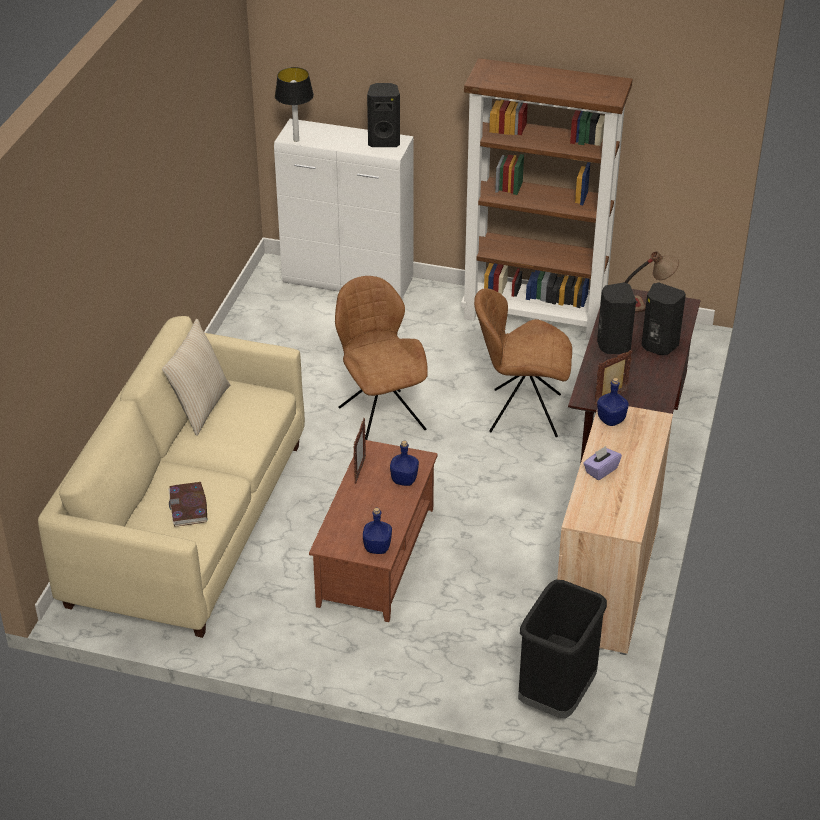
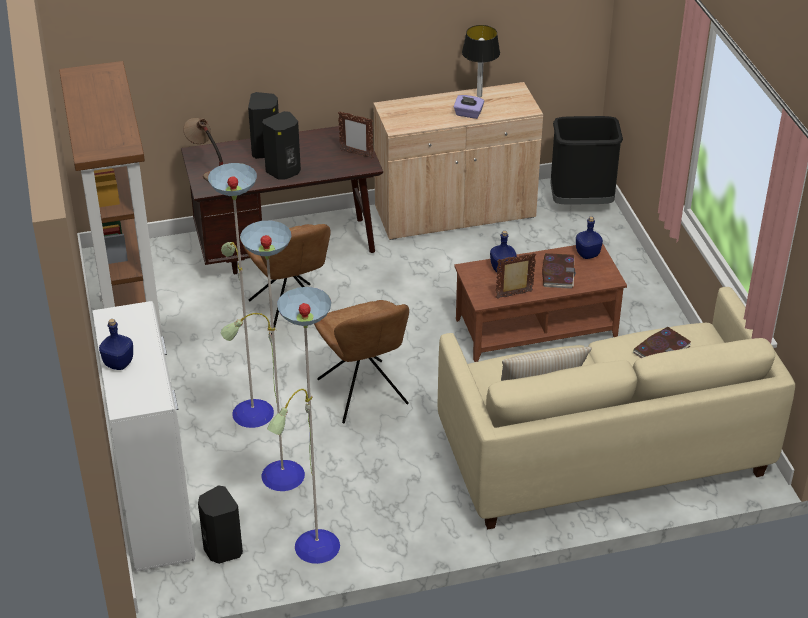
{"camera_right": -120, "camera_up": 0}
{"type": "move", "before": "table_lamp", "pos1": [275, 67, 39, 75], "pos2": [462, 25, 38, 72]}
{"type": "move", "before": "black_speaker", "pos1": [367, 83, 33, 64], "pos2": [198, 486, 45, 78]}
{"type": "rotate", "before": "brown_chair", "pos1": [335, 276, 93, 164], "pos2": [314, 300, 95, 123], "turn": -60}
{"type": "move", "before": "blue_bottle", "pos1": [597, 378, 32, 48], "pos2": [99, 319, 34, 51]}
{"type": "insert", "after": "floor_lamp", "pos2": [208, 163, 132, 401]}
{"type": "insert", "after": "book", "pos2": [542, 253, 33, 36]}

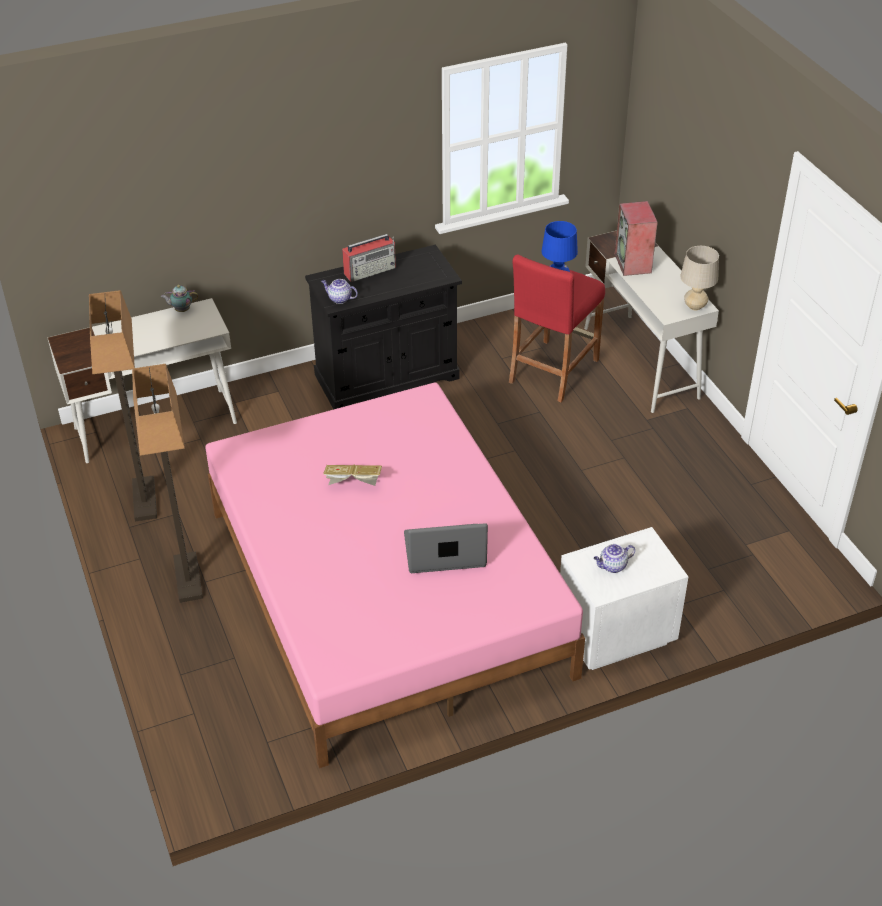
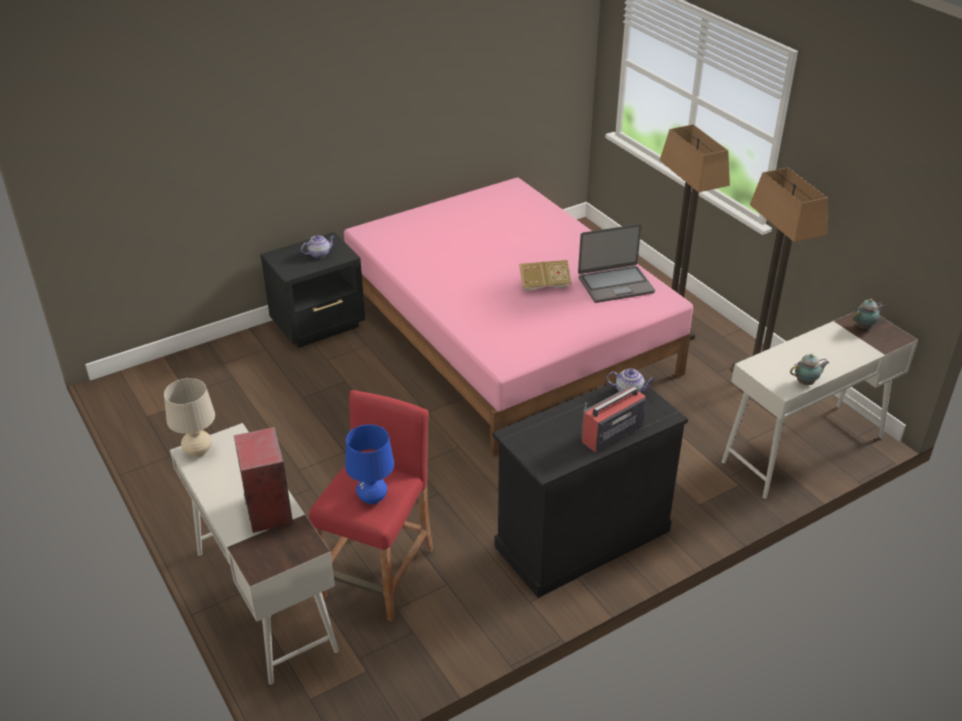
{"camera_right": 170, "camera_up": -5}
{"type": "move", "before": "laptop", "pos1": [404, 523, 84, 50], "pos2": [578, 224, 77, 79]}
{"type": "recolor", "before": "white_nightstand", "after": "black_nightstand", "pos1": [560, 527, 128, 143], "pos2": [261, 232, 104, 116]}
{"type": "insert", "after": "teapot", "pos2": [853, 299, 31, 30]}

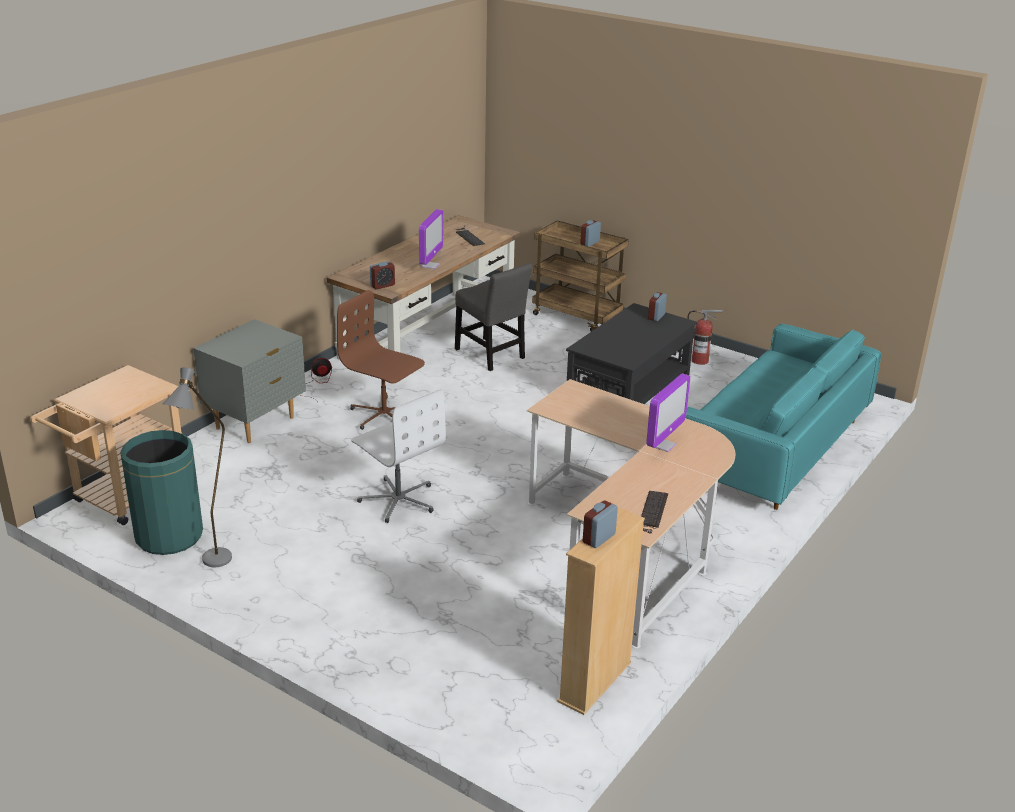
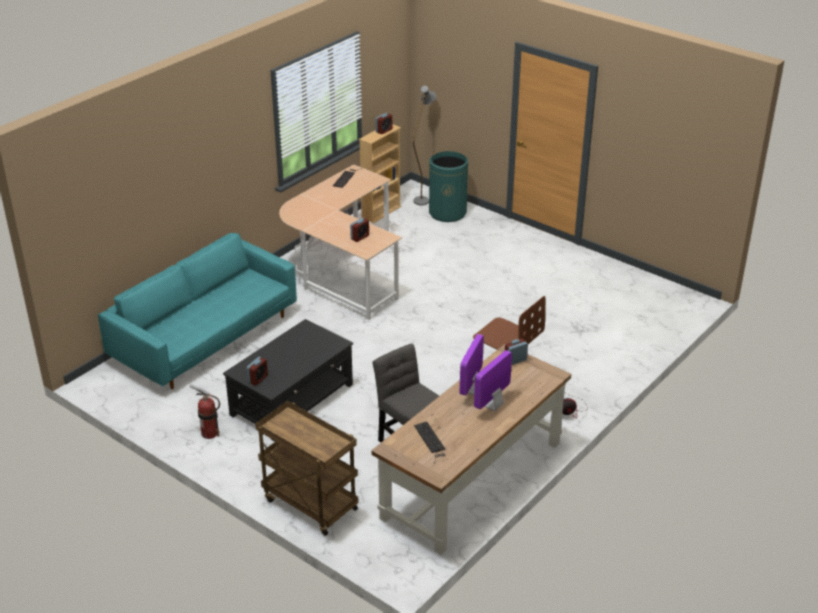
{"camera_right": -175, "camera_up": 5}
{"type": "move", "before": "alarm_clock", "pos1": [580, 220, 21, 26], "pos2": [350, 218, 19, 24]}
{"type": "delete", "before": "grey_nightstand", "pos1": [193, 319, 113, 124]}
{"type": "delete", "before": "beige_cart", "pos1": [30, 365, 152, 160]}
{"type": "move", "before": "grey_floor_lamp", "pos1": [163, 367, 69, 200], "pos2": [413, 86, 23, 119]}
{"type": "move", "before": "monitor", "pos1": [646, 373, 44, 79], "pos2": [474, 350, 38, 61]}
{"type": "delete", "before": "white_office_chair", "pos1": [351, 389, 95, 134]}
{"type": "move", "before": "green_trash_can", "pos1": [120, 430, 83, 125], "pos2": [429, 151, 39, 71]}

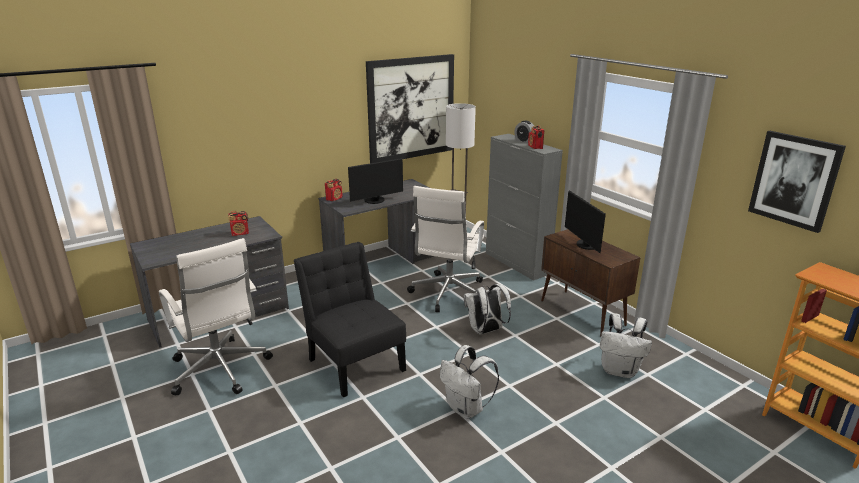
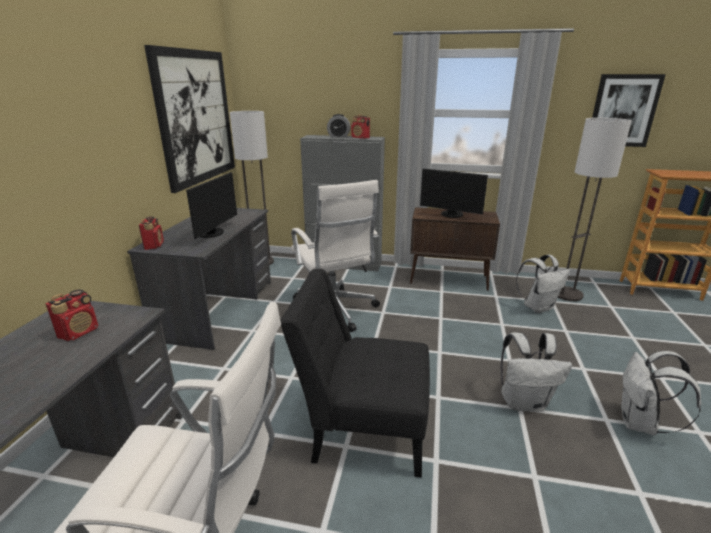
{"camera_right": -45, "camera_up": 0}
{"type": "move", "before": "white_backpack", "pos1": [464, 284, 47, 50], "pos2": [621, 351, 80, 84]}
{"type": "insert", "after": "floor_lamp", "pos2": [558, 118, 74, 183]}

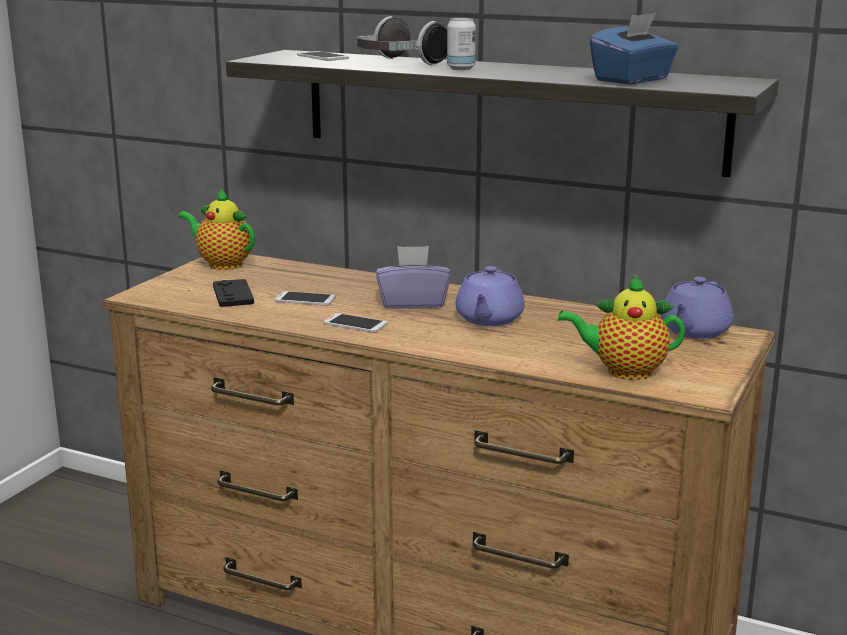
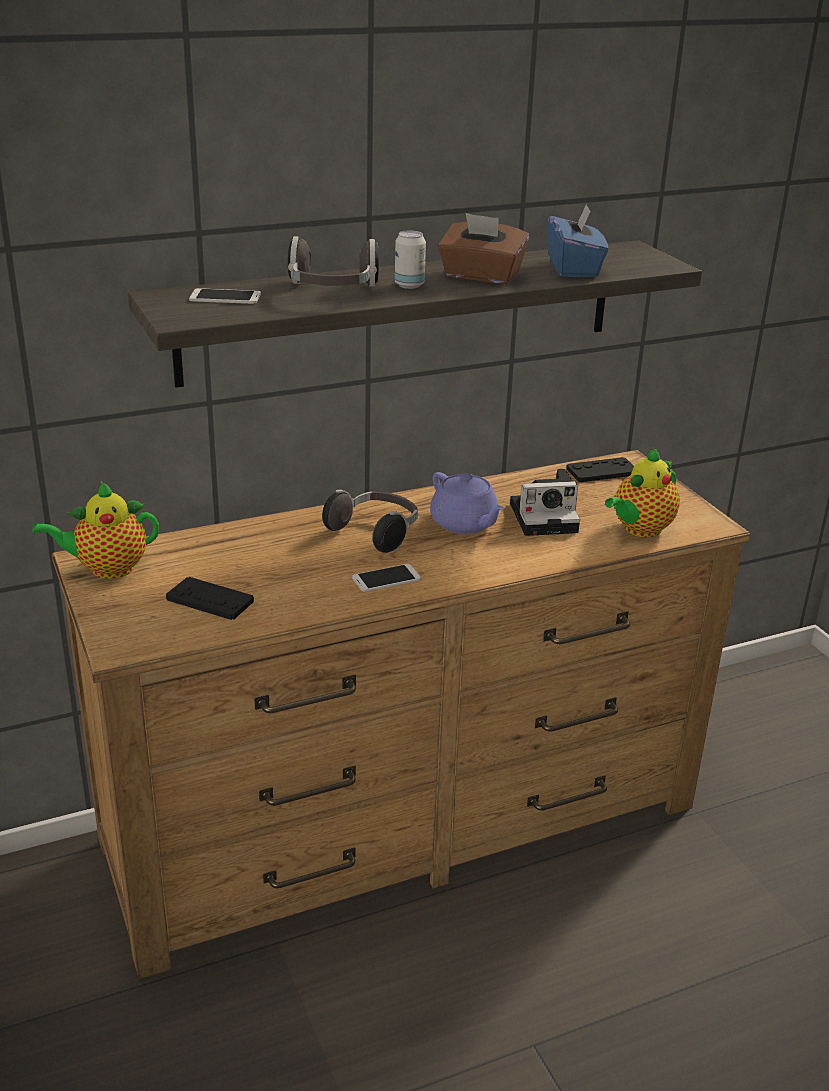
{"camera_right": -50, "camera_up": 10}
{"type": "replace", "before": "purple_tissue_box", "after": "headphones", "pos1": [376, 246, 75, 62], "pos2": [322, 489, 96, 64]}
{"type": "replace", "before": "purple_teapot", "after": "black_game_controller", "pos1": [661, 277, 73, 62], "pos2": [566, 457, 68, 25]}
{"type": "delete", "before": "phone", "pos1": [275, 291, 61, 15]}
{"type": "insert", "after": "brown_tissue_box", "pos2": [438, 213, 91, 71]}
{"type": "insert", "after": "photo_camera", "pos2": [510, 469, 70, 67]}

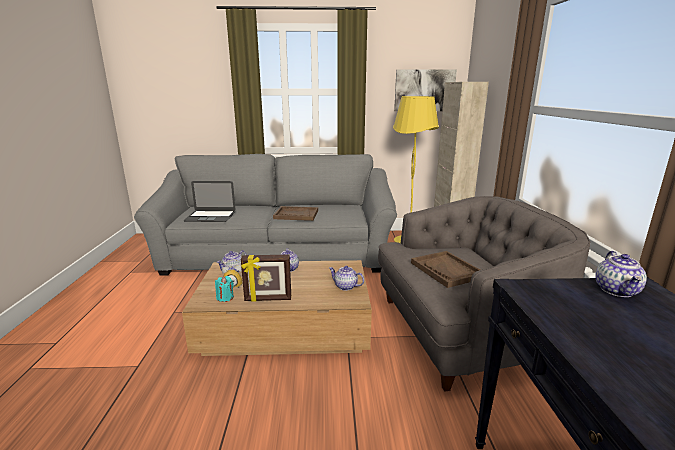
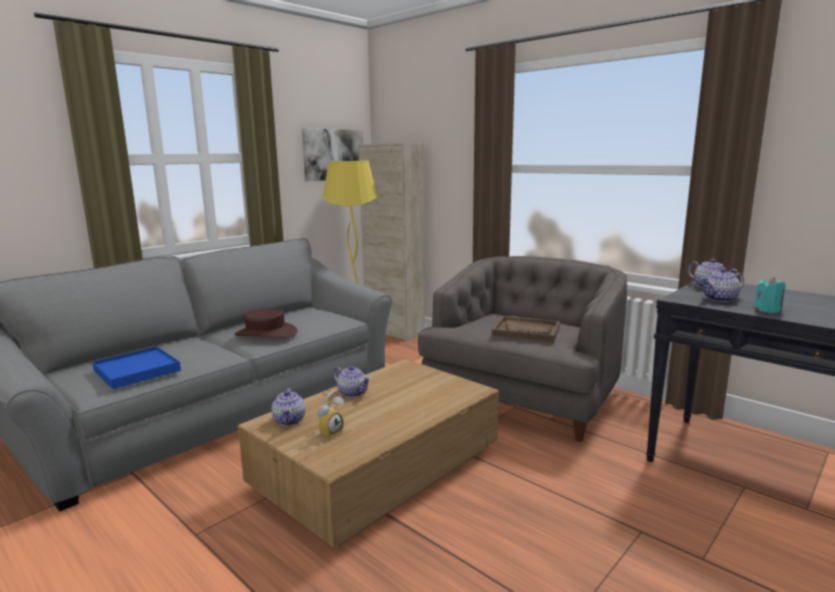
{"camera_right": -45, "camera_up": -5}
{"type": "replace", "before": "laptop", "after": "blue_tray", "pos1": [183, 181, 52, 41], "pos2": [92, 347, 89, 42]}
{"type": "replace", "before": "brown_tray", "after": "brown_hat", "pos1": [273, 206, 45, 15], "pos2": [235, 310, 62, 28]}
{"type": "delete", "before": "picture_frame", "pos1": [241, 254, 50, 48]}
{"type": "move", "before": "teapot", "pos1": [329, 266, 35, 25], "pos2": [701, 268, 43, 34]}
{"type": "move", "before": "turquoise_candle", "pos1": [215, 276, 19, 26], "pos2": [754, 277, 32, 36]}

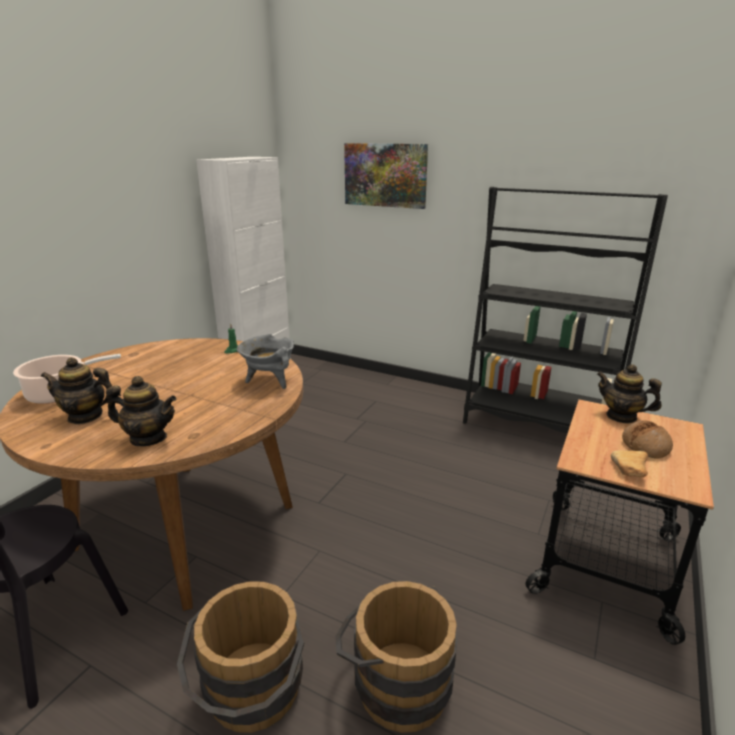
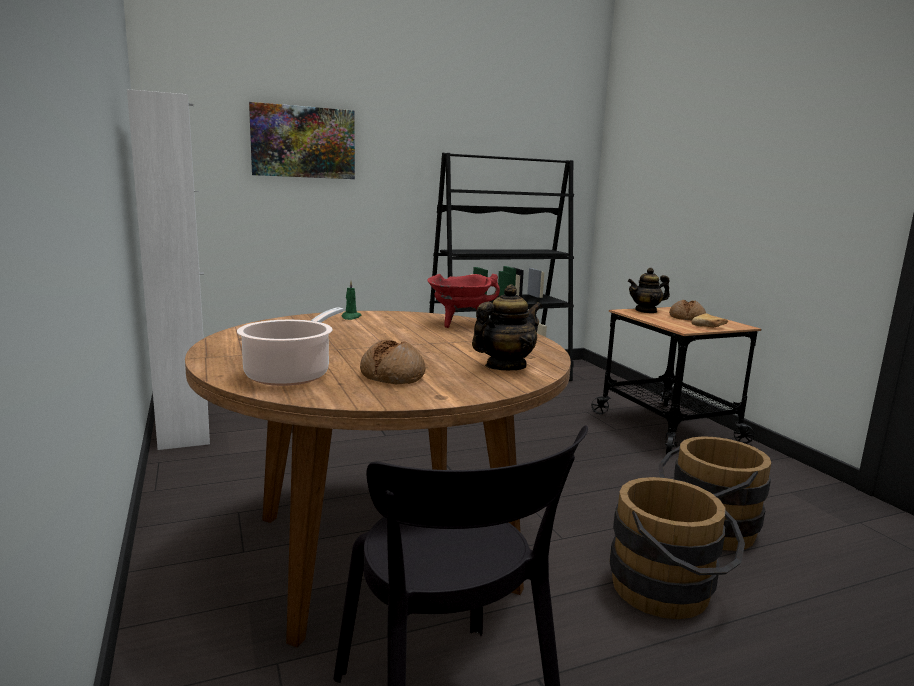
{"camera_right": -50, "camera_up": -10}
{"type": "recolor", "before": "grey_cooking_pot", "after": "red_cooking_pot", "pos1": [237, 334, 57, 55], "pos2": [427, 274, 73, 54]}
{"type": "replace", "before": "teapot", "after": "bread", "pos1": [41, 357, 71, 67], "pos2": [360, 340, 65, 44]}

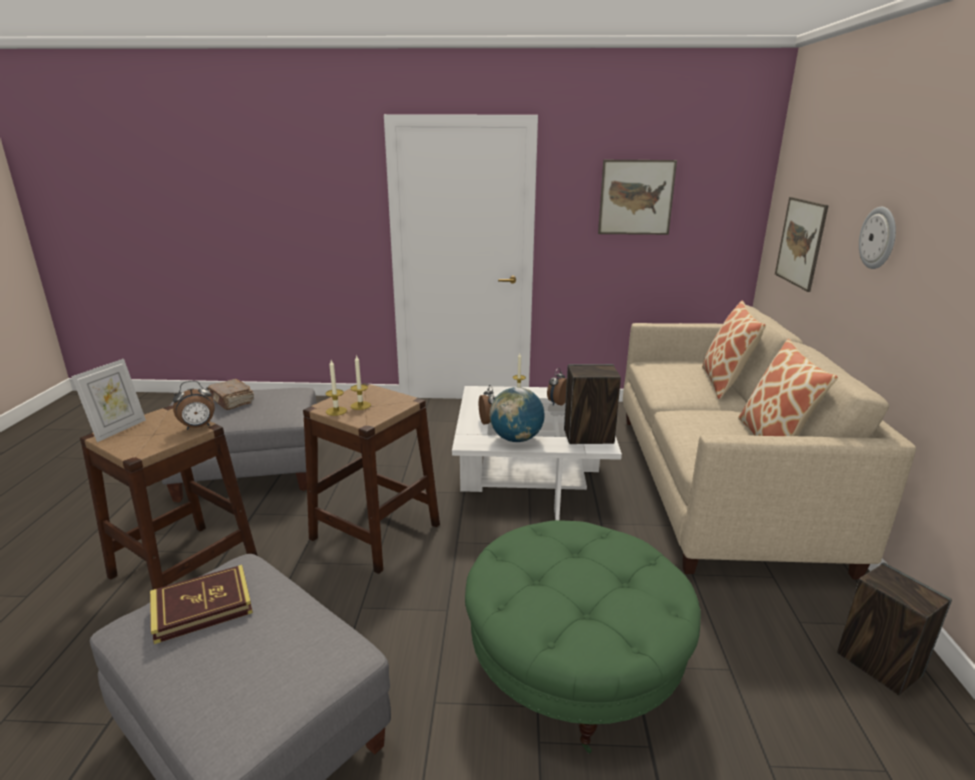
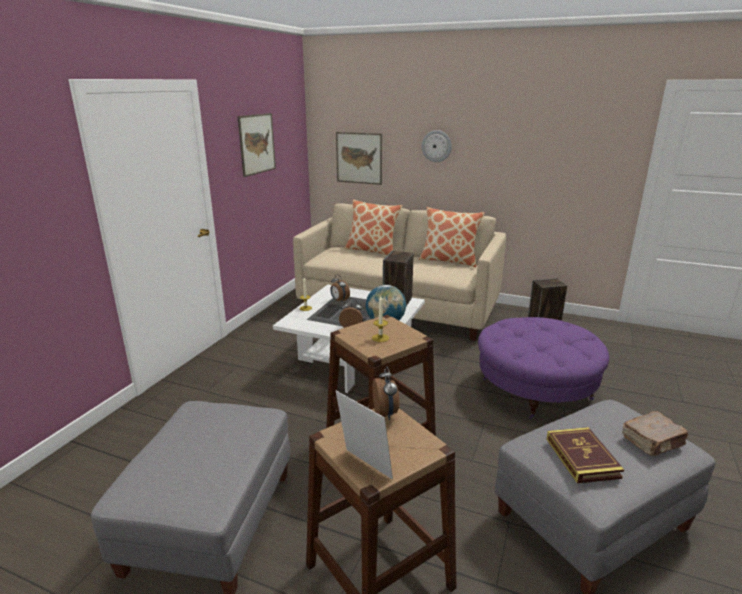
{"camera_right": -70, "camera_up": 0}
{"type": "delete", "before": "candle", "pos1": [325, 360, 22, 56]}
{"type": "move", "before": "brown_book", "pos1": [208, 379, 46, 31], "pos2": [622, 411, 66, 45]}
{"type": "recolor", "before": "green_ottoman", "after": "purple_ottoman", "pos1": [465, 520, 236, 234], "pos2": [478, 317, 131, 102]}

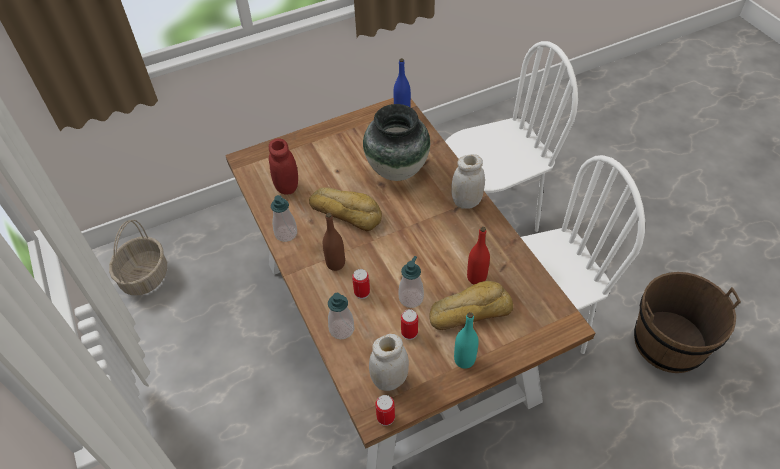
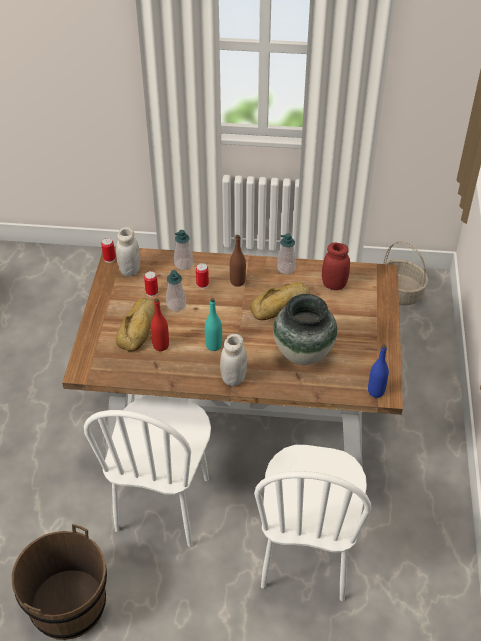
{"camera_right": 120, "camera_up": -5}
{"type": "move", "before": "turquoise_bottle", "pos1": [454, 312, 25, 57], "pos2": [205, 298, 17, 53]}

